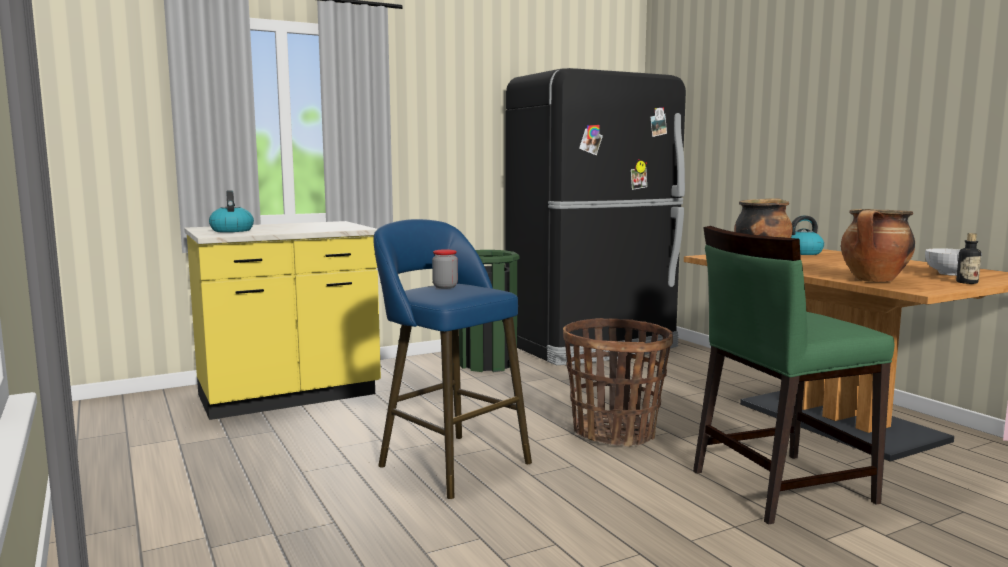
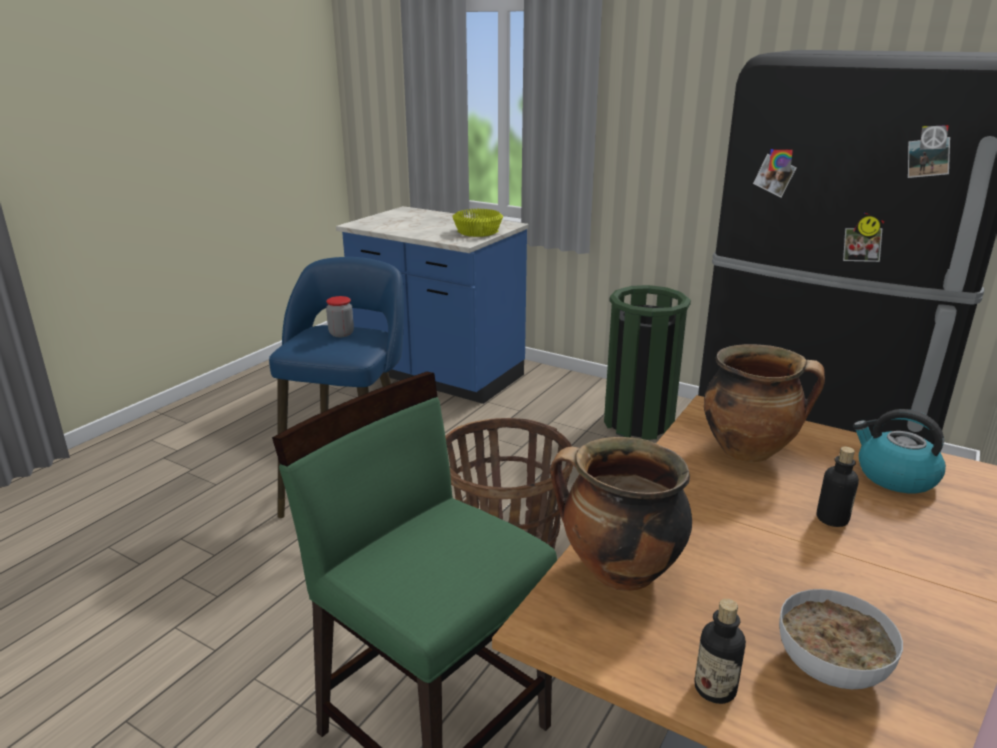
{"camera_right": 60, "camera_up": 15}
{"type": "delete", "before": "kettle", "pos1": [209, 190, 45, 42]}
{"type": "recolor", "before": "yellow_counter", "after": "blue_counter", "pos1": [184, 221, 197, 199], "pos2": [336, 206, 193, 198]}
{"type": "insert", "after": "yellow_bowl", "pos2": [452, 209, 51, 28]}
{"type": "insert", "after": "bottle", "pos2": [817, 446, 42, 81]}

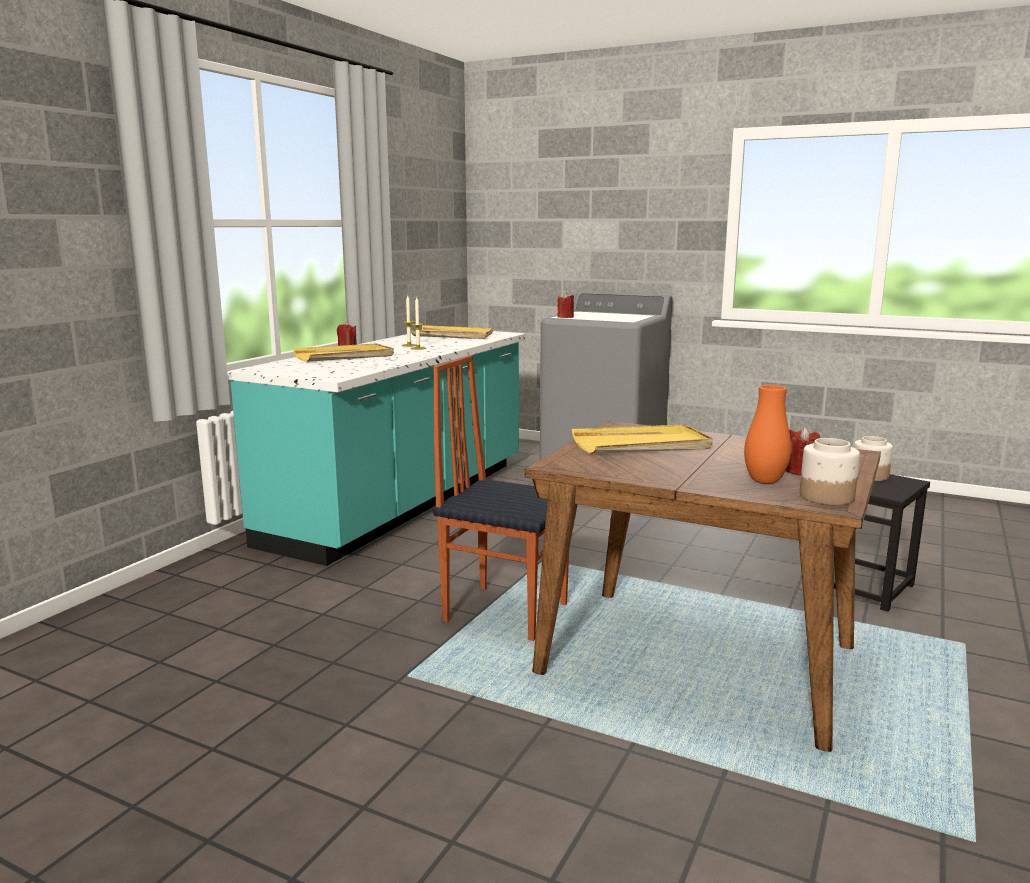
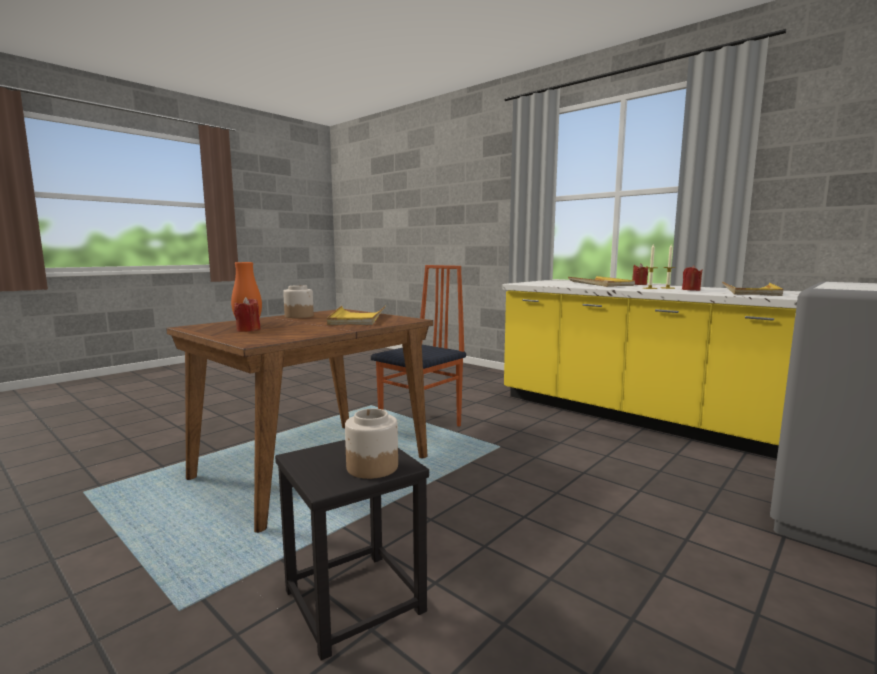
{"camera_right": 105, "camera_up": -5}
{"type": "move", "before": "red_candle", "pos1": [557, 293, 17, 25], "pos2": [682, 265, 21, 26]}
{"type": "recolor", "before": "turquoise_counter", "after": "yellow_counter", "pos1": [228, 331, 297, 235], "pos2": [502, 280, 300, 179]}
{"type": "move", "before": "jar", "pos1": [800, 438, 60, 67], "pos2": [283, 285, 31, 33]}

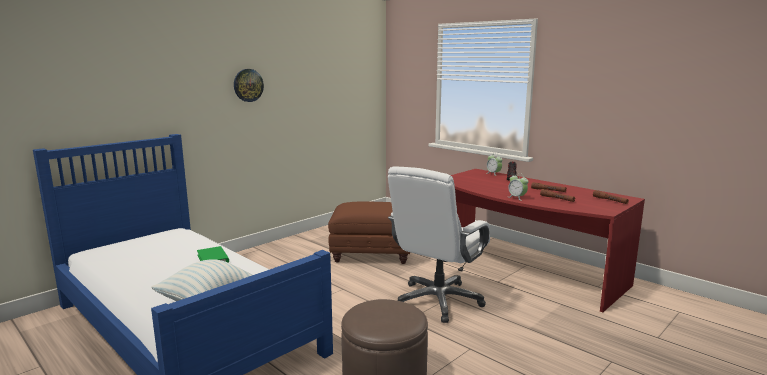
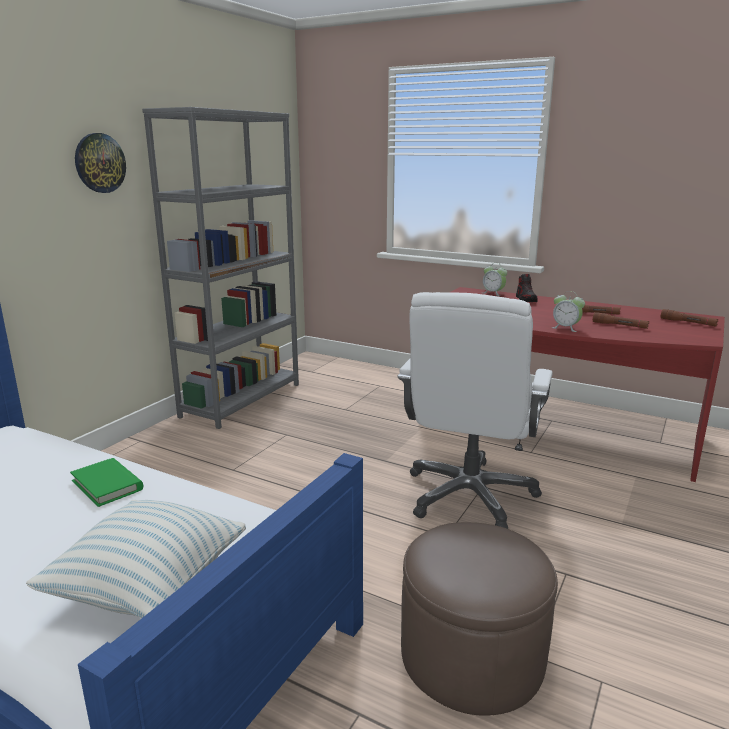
{"camera_right": -15, "camera_up": 5}
{"type": "delete", "before": "brown_ottoman", "pos1": [328, 202, 83, 62]}
{"type": "insert", "after": "grey_bookcase", "pos2": [142, 107, 157, 322]}

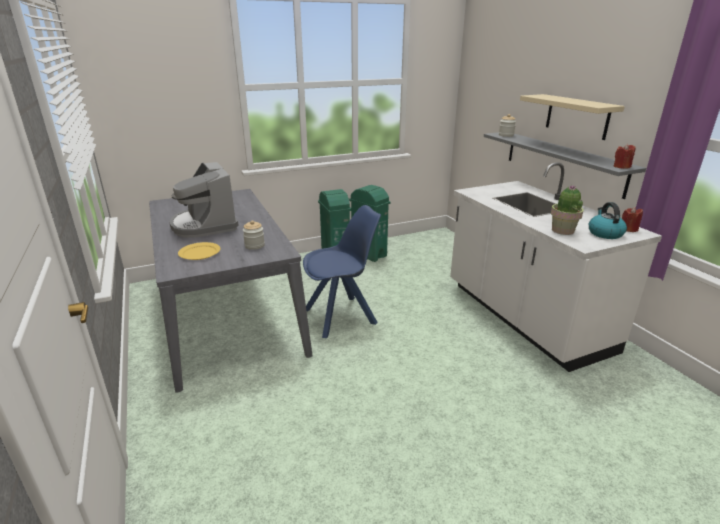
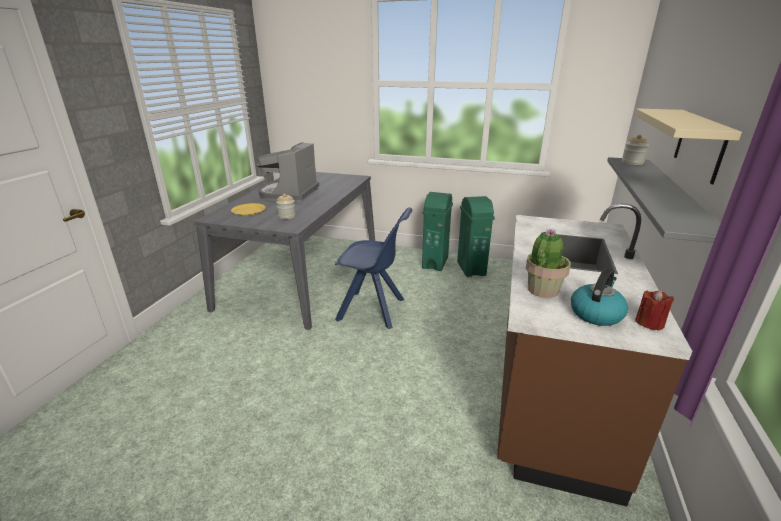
{"camera_right": 40, "camera_up": 0}
{"type": "delete", "before": "red_candle", "pos1": [614, 144, 22, 25]}
{"type": "recolor", "before": "white_counter", "after": "brown_counter", "pos1": [450, 162, 212, 210], "pos2": [497, 204, 195, 303]}

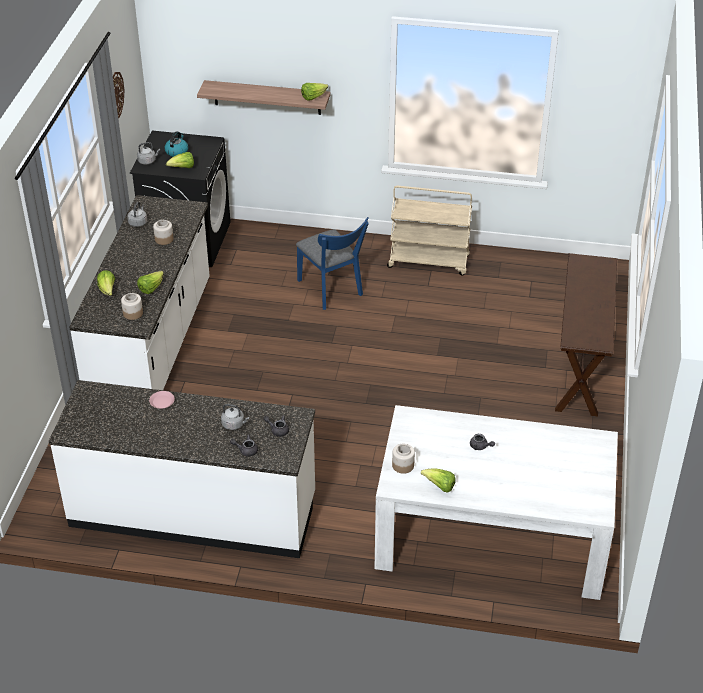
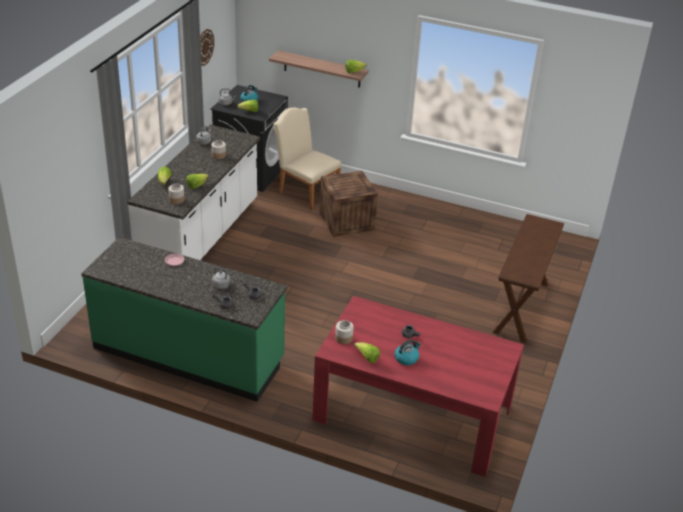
{"camera_right": 10, "camera_up": -5}
{"type": "delete", "before": "beige_cart", "pos1": [387, 186, 85, 90]}
{"type": "replace", "before": "blue_chair", "after": "crate", "pos1": [296, 217, 73, 93], "pos2": [320, 171, 58, 66]}
{"type": "recolor", "before": "white_counter", "after": "green_counter", "pos1": [49, 380, 266, 178], "pos2": [81, 237, 207, 165]}
{"type": "recolor", "before": "white_dining_table", "after": "red_dining_table", "pos1": [374, 405, 244, 195], "pos2": [312, 296, 212, 181]}
{"type": "insert", "after": "beige_chair", "pos2": [273, 107, 68, 104]}
{"type": "insert", "after": "kettle", "pos2": [395, 340, 26, 25]}

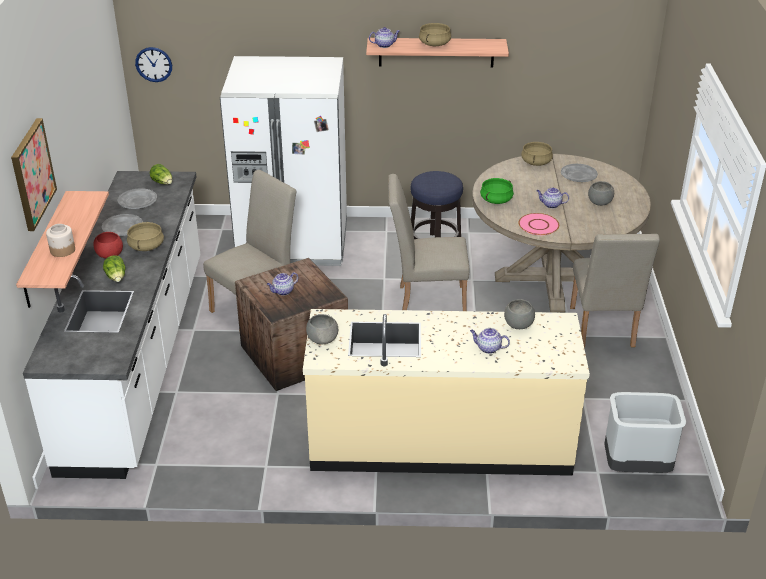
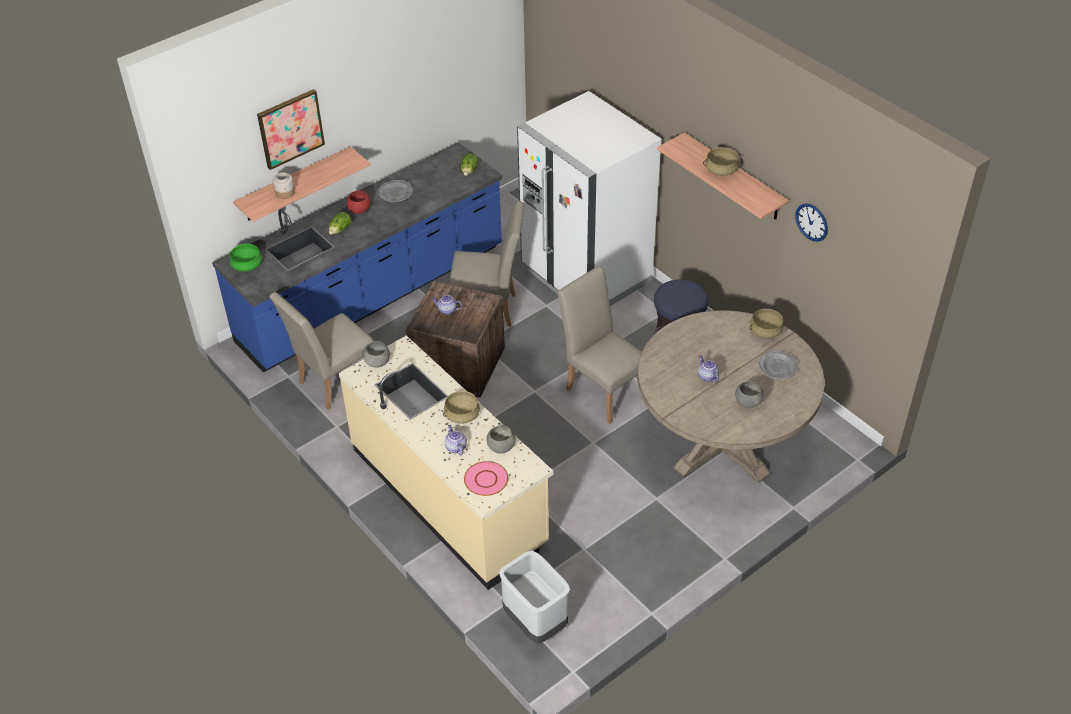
{"camera_right": 50, "camera_up": 10}
{"type": "delete", "before": "teapot", "pos1": [369, 27, 31, 21]}
{"type": "move", "before": "wall_clock", "pos1": [135, 47, 37, 35], "pos2": [795, 203, 33, 39]}
{"type": "recolor", "before": "white_counter", "after": "blue_counter", "pos1": [23, 171, 177, 308], "pos2": [212, 142, 291, 231]}
{"type": "move", "before": "green_cooking_pot", "pos1": [480, 178, 34, 26], "pos2": [226, 244, 38, 28]}
{"type": "delete", "before": "grey_plate", "pos1": [118, 188, 39, 21]}
{"type": "move", "before": "pink_plate", "pos1": [518, 213, 41, 22], "pos2": [464, 461, 44, 35]}
{"type": "move", "before": "beige_cooking_pot", "pos1": [127, 222, 37, 29], "pos2": [443, 391, 37, 33]}
{"type": "move", "before": "beige_chair", "pos1": [570, 234, 90, 113], "pos2": [269, 292, 105, 118]}

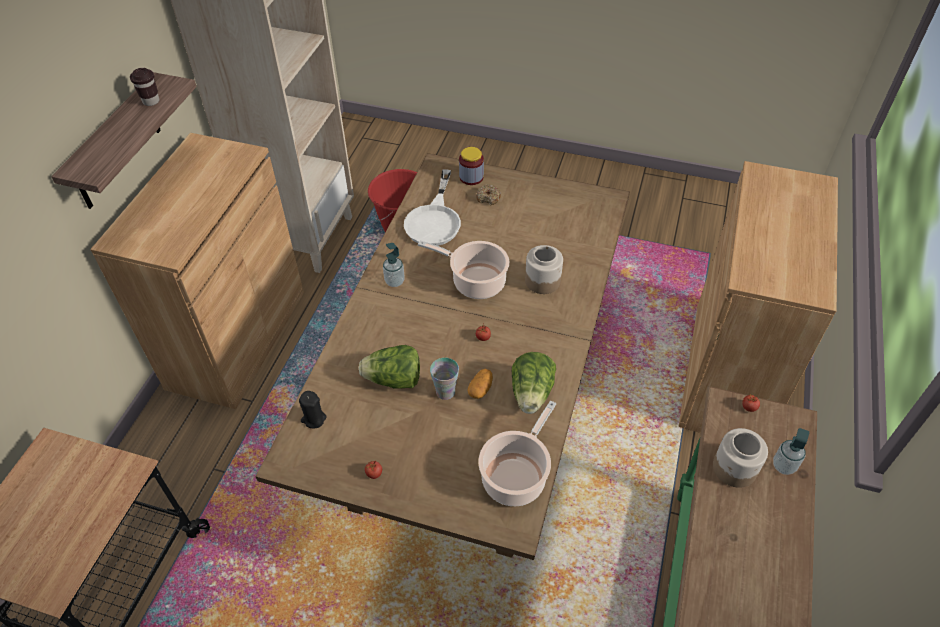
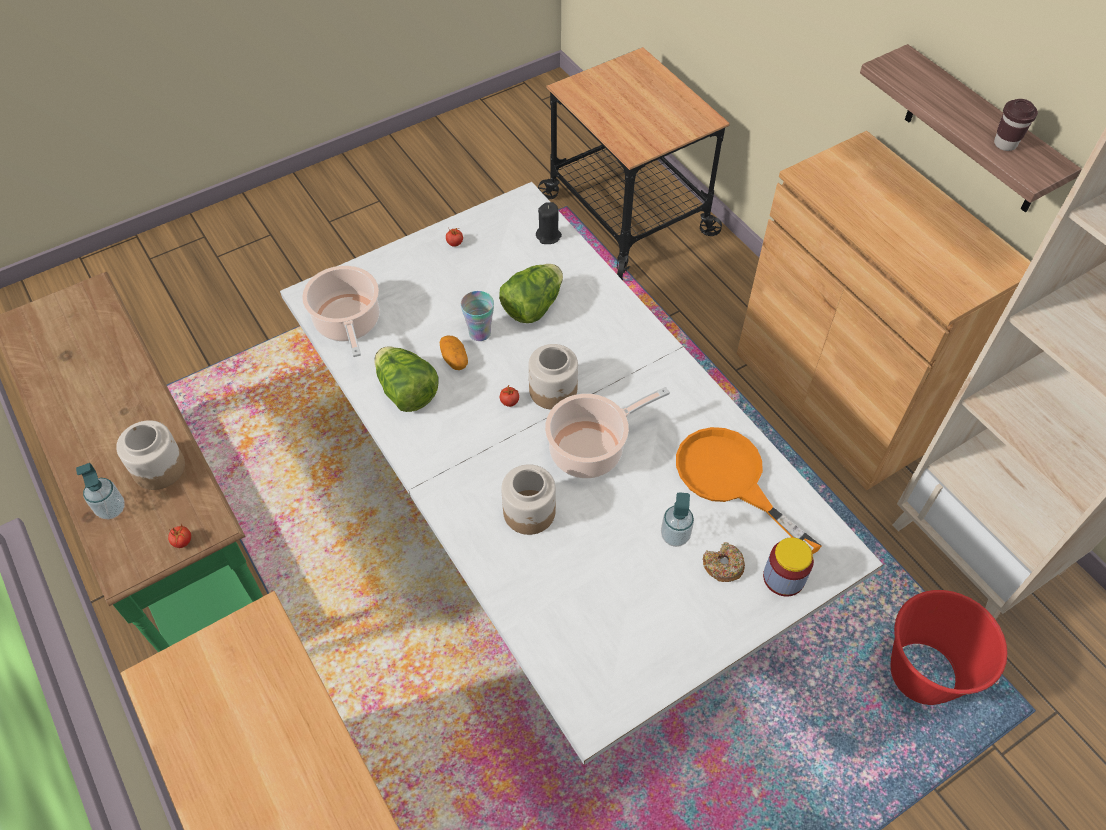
{"camera_right": 130, "camera_up": 5}
{"type": "recolor", "before": "brown_dining_table", "after": "white_dining_table", "pos1": [255, 153, 375, 407], "pos2": [280, 182, 603, 583]}
{"type": "recolor", "before": "white_frying_pan", "after": "orange_frying_pan", "pos1": [404, 170, 57, 76], "pos2": [676, 427, 146, 127]}
{"type": "move", "before": "soap_dispenser", "pos1": [383, 243, 22, 44], "pos2": [661, 492, 33, 55]}
{"type": "insert", "after": "jar", "pos2": [528, 344, 50, 66]}

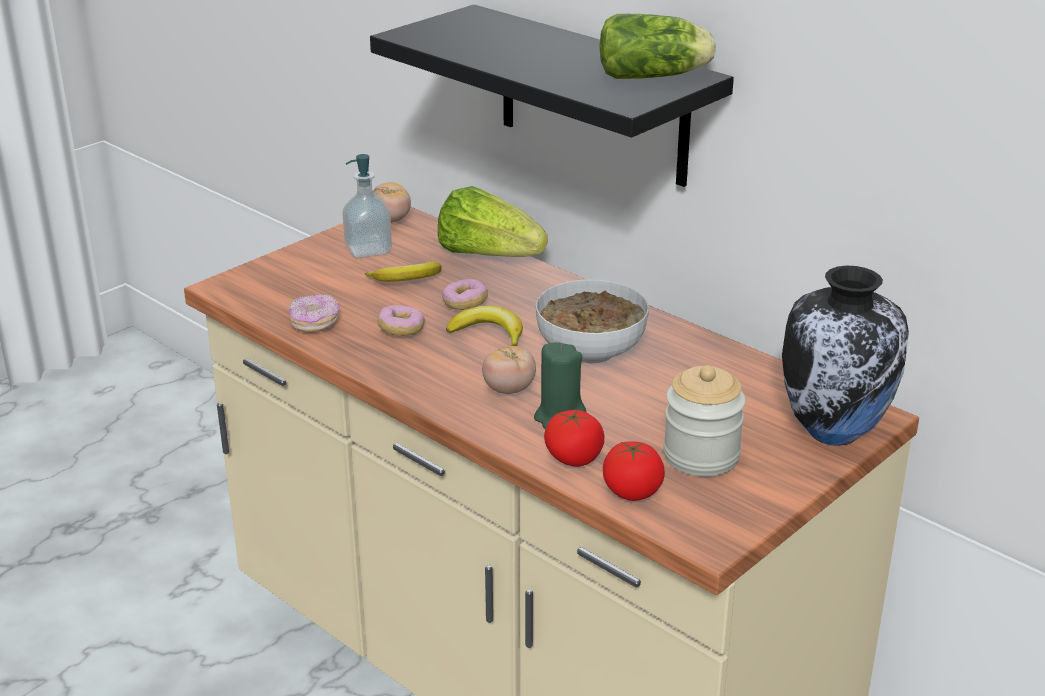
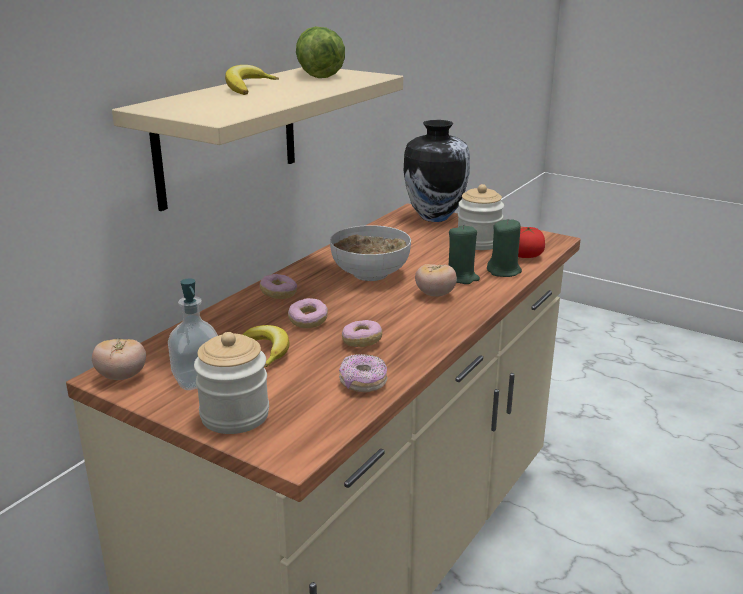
{"camera_right": -100, "camera_up": -5}
{"type": "recolor", "before": "black_shelf", "after": "beige_shelf", "pos1": [370, 5, 364, 182], "pos2": [112, 67, 291, 144]}
{"type": "delete", "before": "lettuce", "pos1": [438, 186, 110, 71]}
{"type": "move", "before": "banana", "pos1": [446, 306, 77, 40], "pos2": [225, 65, 54, 30]}
{"type": "replace", "before": "tomato", "after": "green_candle", "pos1": [544, 409, 60, 58], "pos2": [487, 219, 35, 58]}
{"type": "insert", "after": "donut", "pos2": [260, 274, 37, 25]}
{"type": "insert", "after": "jar", "pos2": [194, 332, 75, 102]}

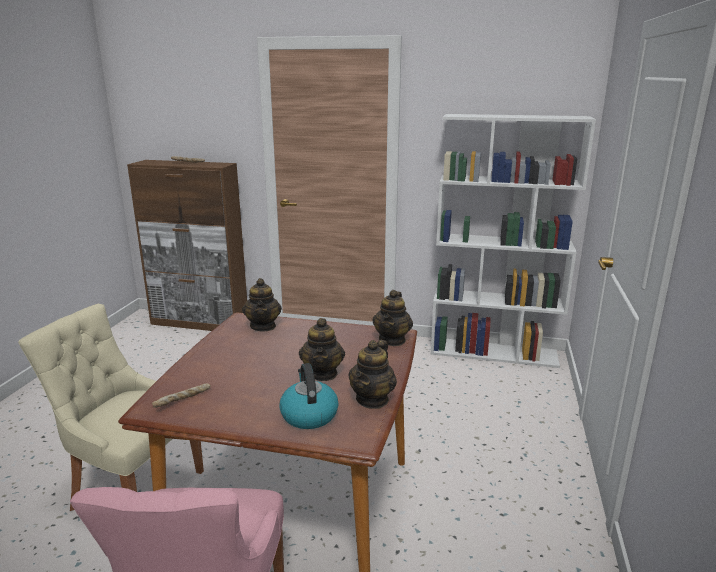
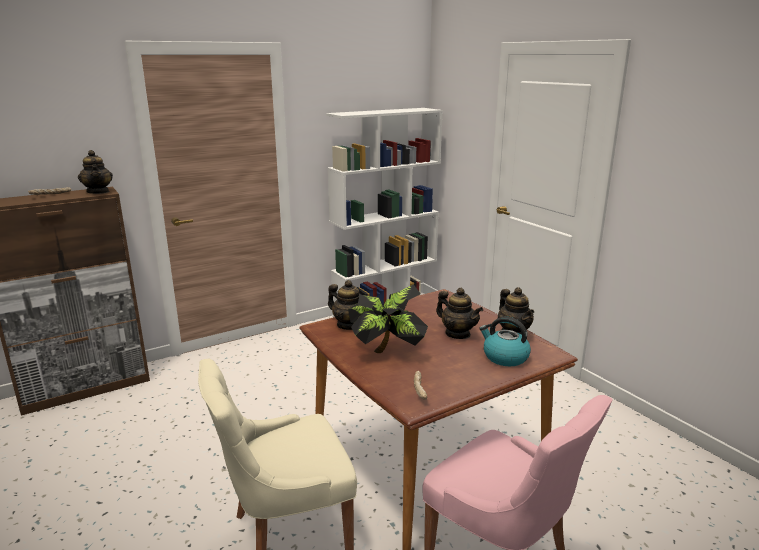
{"camera_right": -45, "camera_up": 0}
{"type": "move", "before": "teapot", "pos1": [372, 290, 41, 56], "pos2": [78, 150, 35, 44]}
{"type": "insert", "after": "potted_plant", "pos2": [348, 284, 80, 69]}

